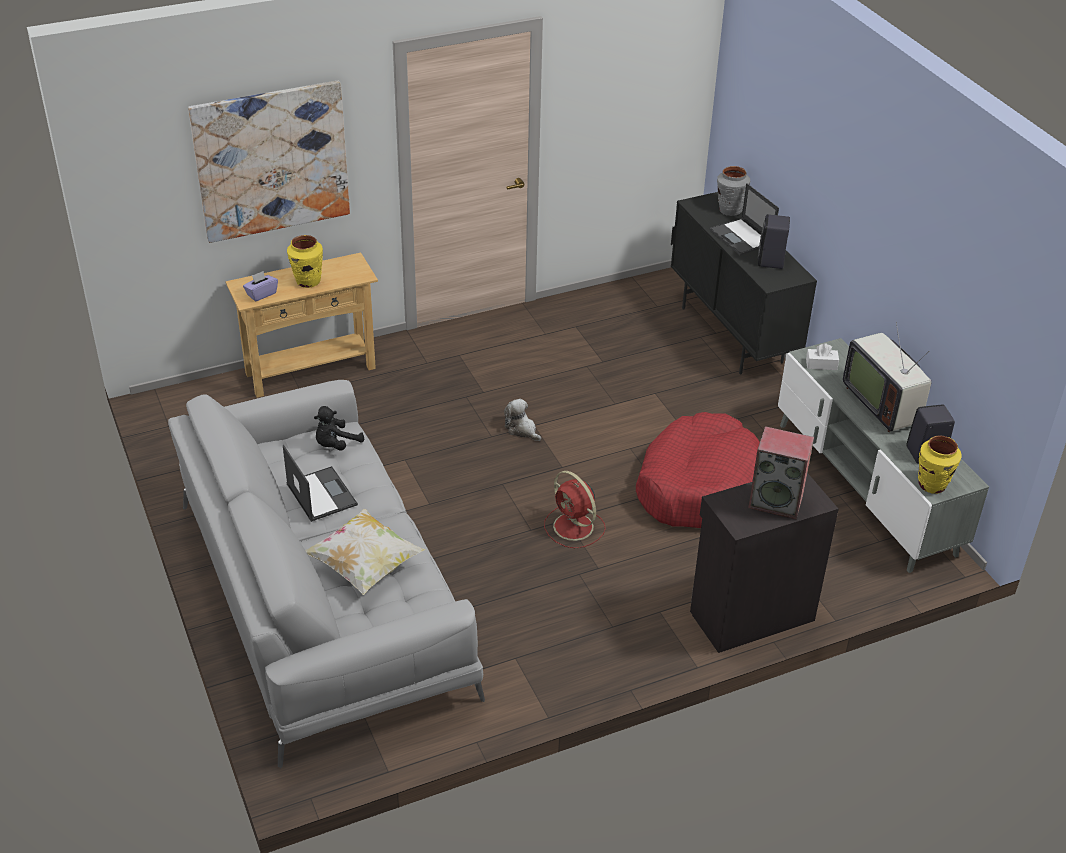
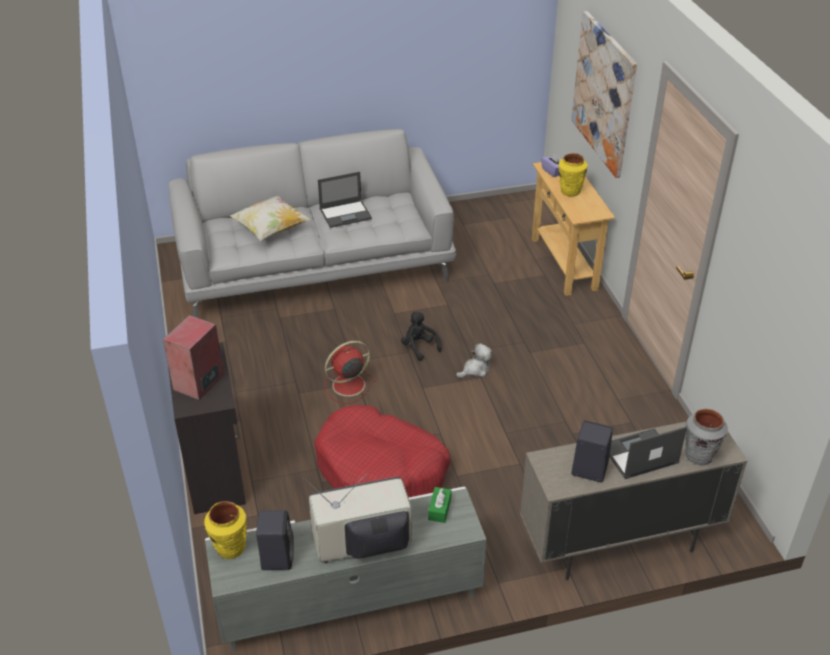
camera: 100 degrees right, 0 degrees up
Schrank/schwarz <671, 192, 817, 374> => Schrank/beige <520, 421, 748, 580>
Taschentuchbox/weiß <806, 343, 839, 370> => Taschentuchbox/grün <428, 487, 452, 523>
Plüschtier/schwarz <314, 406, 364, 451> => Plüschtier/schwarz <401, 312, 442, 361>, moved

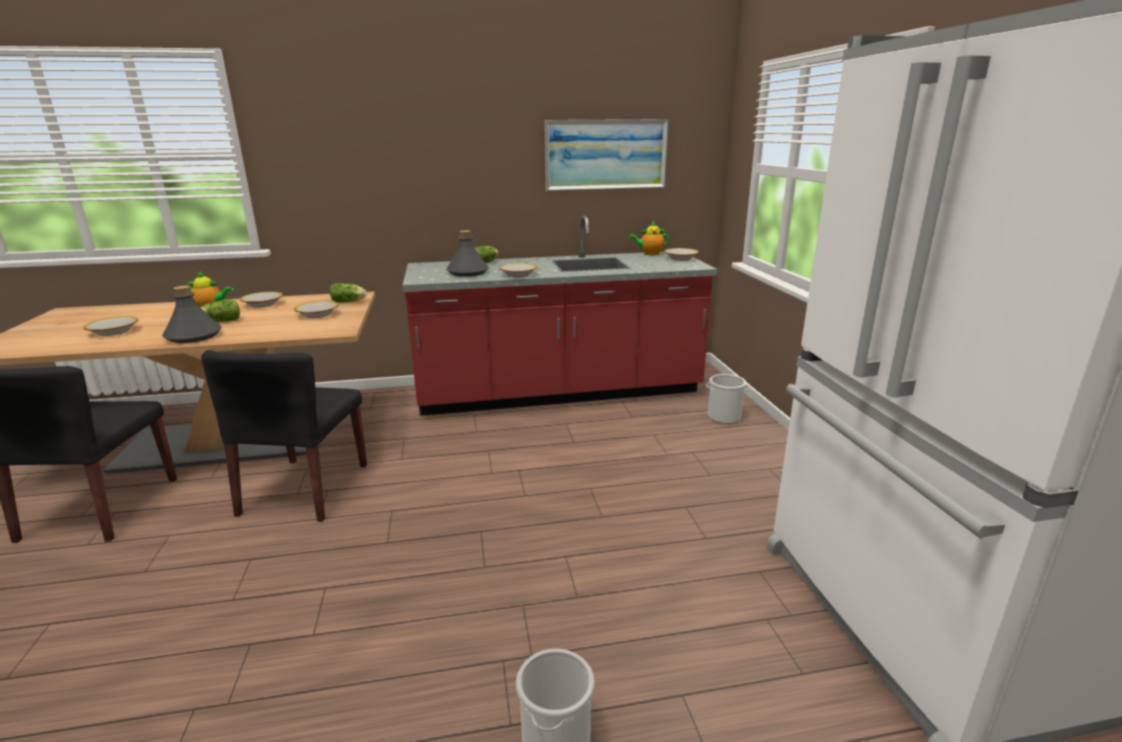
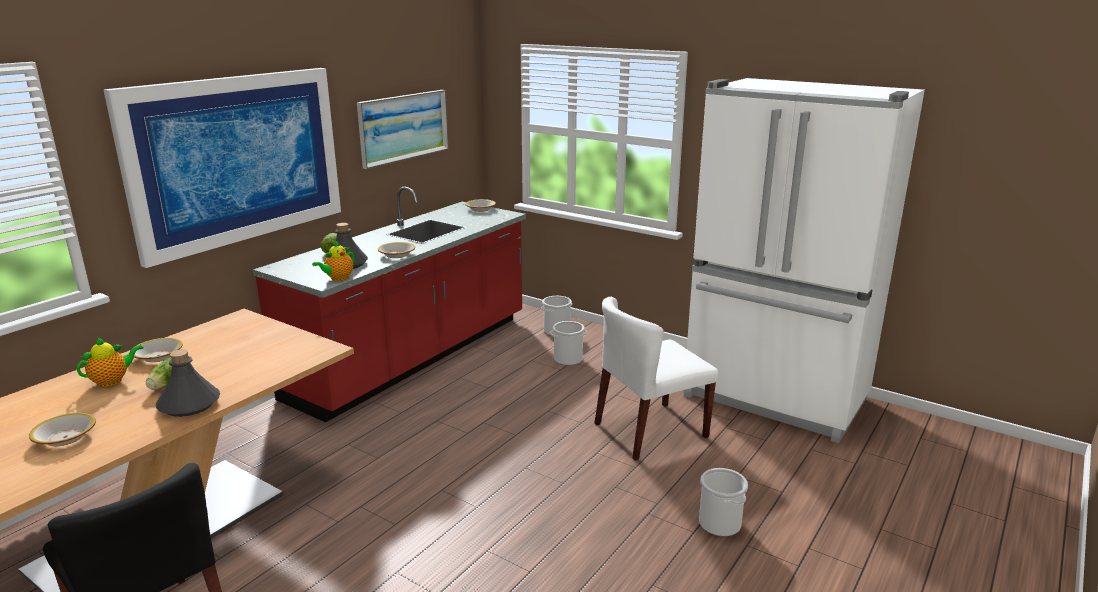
camera: 45 degrees left, 0 degrees up
Teekanne <629, 221, 669, 255> => Teekanne <312, 240, 354, 281>, moved
Salatkopf <330, 283, 366, 303> => nothing
Schüssel <294, 301, 339, 318> => nothing
Stuhl/schwarz <201, 350, 367, 522> => nothing
nothing => Bild <103, 68, 341, 268>
nothing => Stuhl/weiß <594, 297, 719, 461>
nothing => Eimer <550, 321, 587, 366>

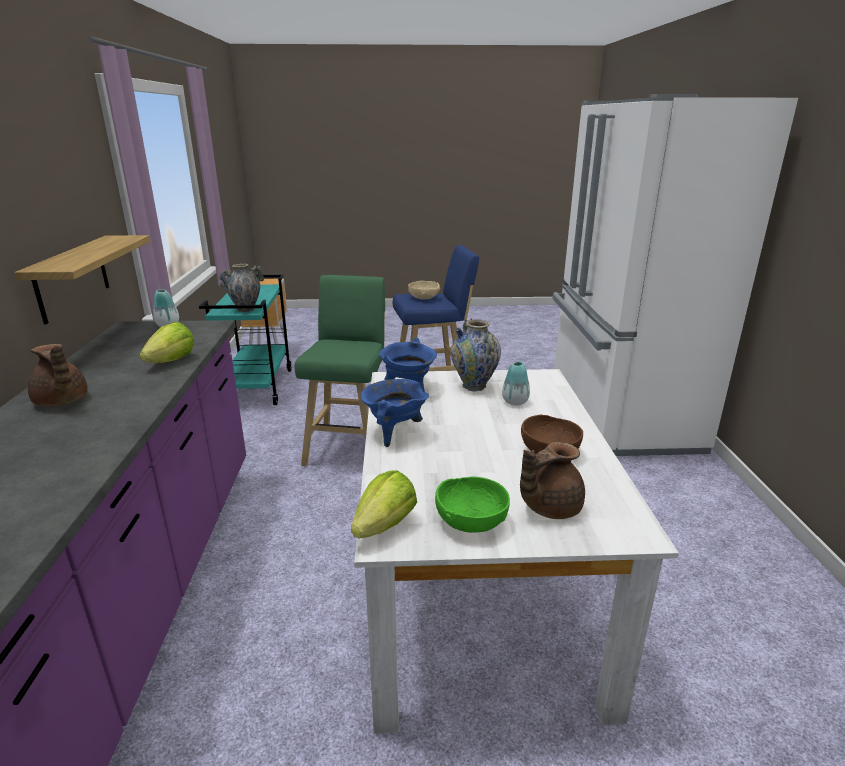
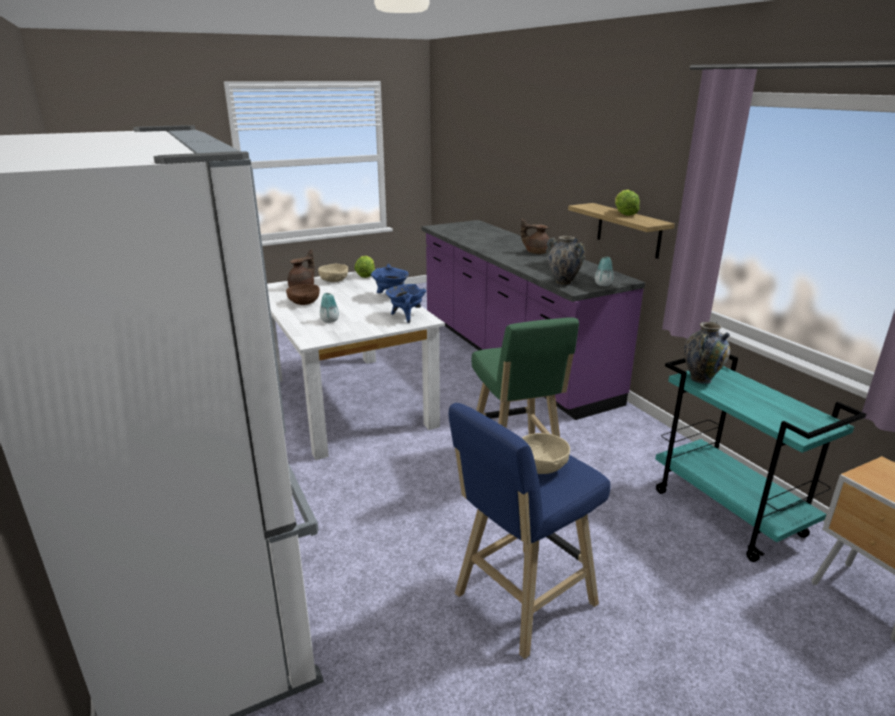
camera: 155 degrees right, 0 degrees up
Vase <451, 319, 501, 391> => Vase <546, 236, 586, 286>, moved
Salatkopf <140, 322, 194, 363> => Salatkopf <615, 190, 640, 216>, moved
Schüssel/grün <435, 477, 510, 533> => Schüssel/beige <318, 264, 348, 282>

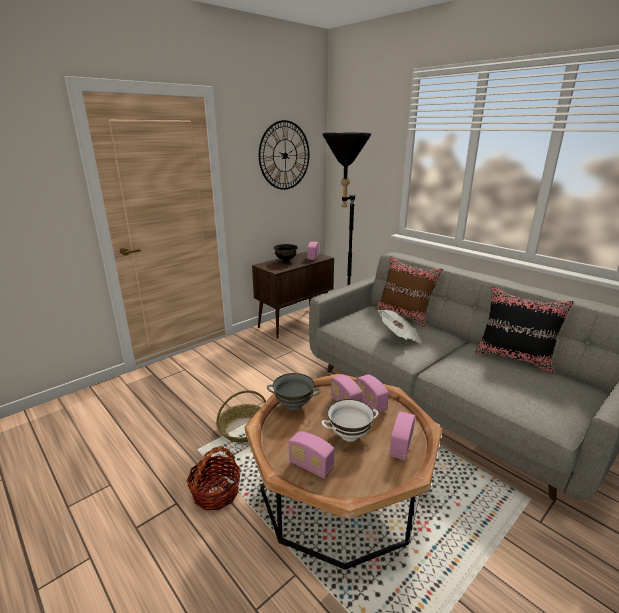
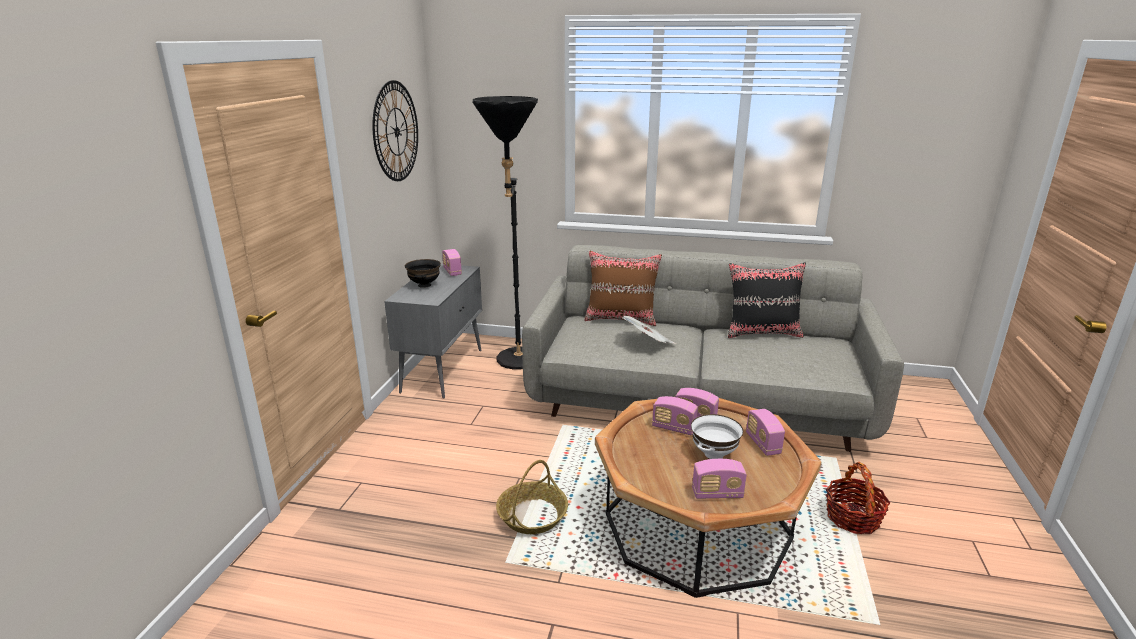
camera: 35 degrees left, 0 degrees up
Schrank/braun <252, 252, 334, 339> => Schrank/grau <384, 264, 482, 399>
Schüssel/grau <267, 373, 321, 411> => nothing
Korb <186, 446, 241, 510> => Korb <826, 462, 890, 534>, moved

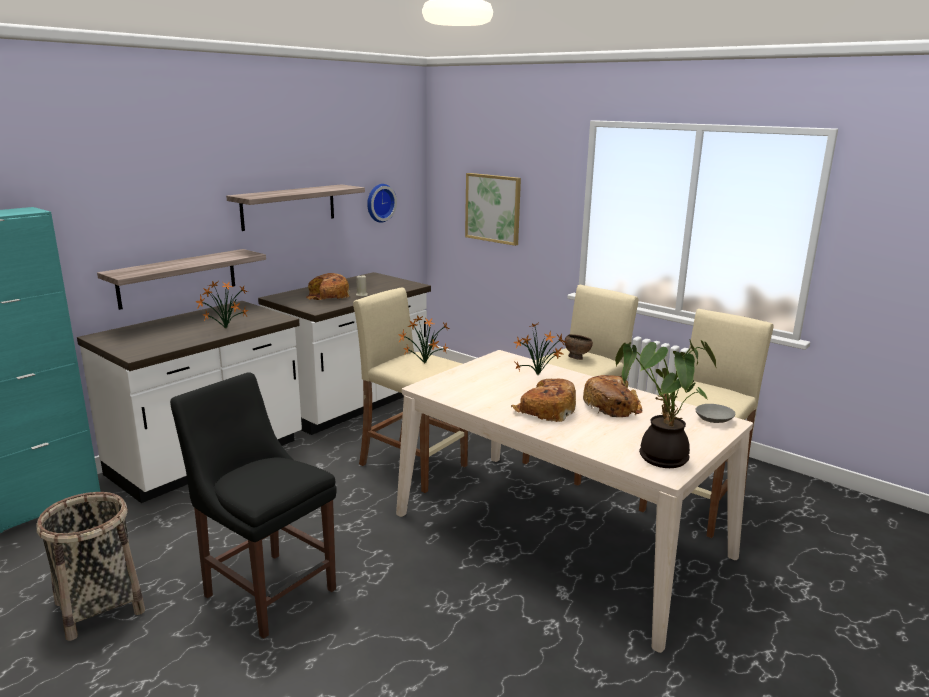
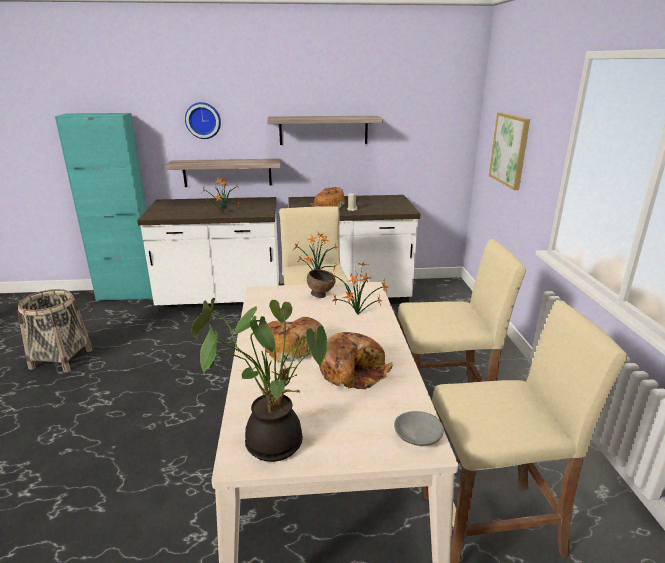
camera: 45 degrees right, 5 degrees up
Wanduhr <367, 184, 397, 223> => Wanduhr <185, 102, 221, 139>, moved
Schüssel/braun <565, 334, 593, 360> => Schüssel/braun <307, 269, 336, 298>, moved
Stuhl/schwarz <170, 372, 337, 639> => nothing

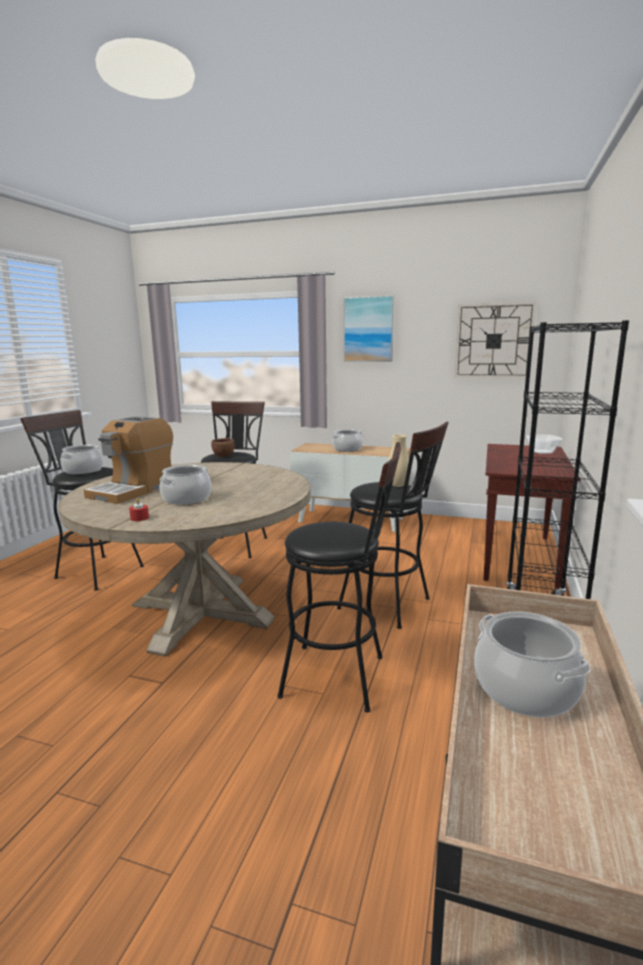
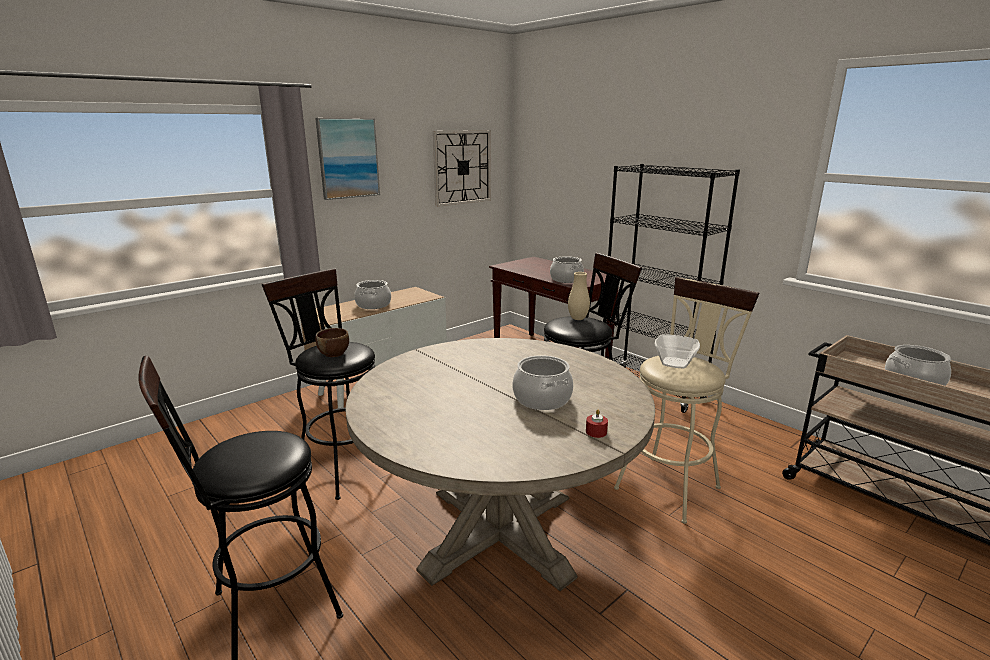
camera: 60 degrees left, 5 degrees up
Kaffeemaschine <84, 416, 173, 504> => nothing
Schüssel <526, 434, 562, 454> => Schüssel <655, 334, 700, 368>, moved
Hocker/schwarz <277, 442, 401, 713> => Hocker/beige <614, 277, 759, 524>
Kochtopf <61, 445, 103, 474> => Kochtopf <550, 256, 584, 283>, moved

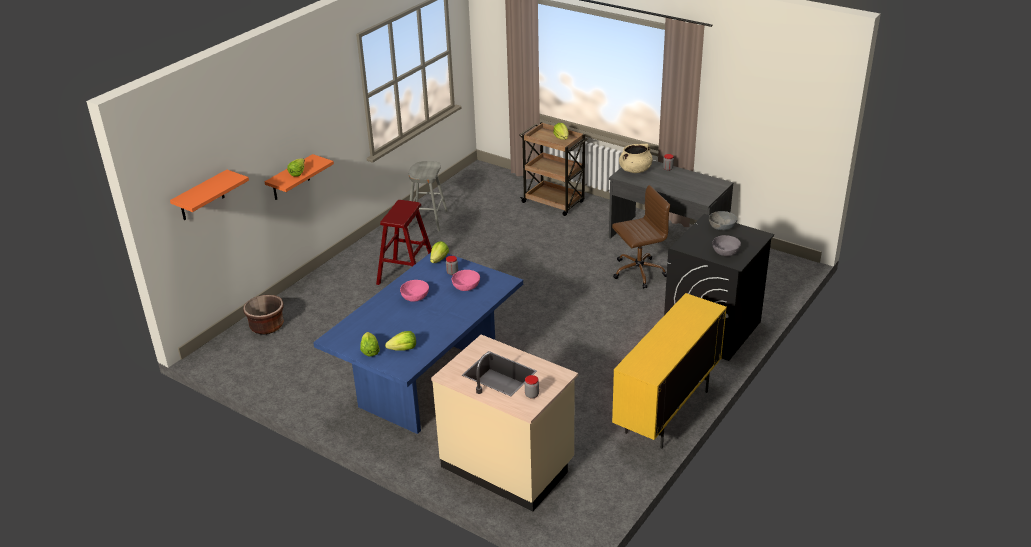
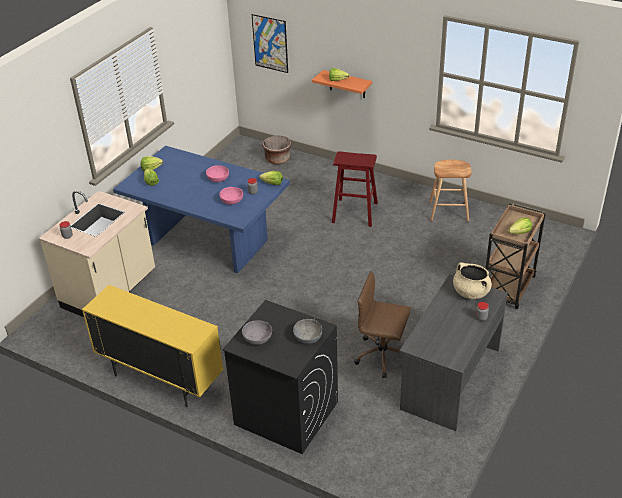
camera: 85 degrees right, 5 degrees up
Hocker/grau <407, 161, 448, 232> => Hocker/braun <429, 159, 471, 221>
Wandregal/orange <170, 170, 249, 220> => Bild <252, 14, 288, 73>
Bürostuhl/braun <612, 185, 670, 289> => Bürostuhl/braun <354, 271, 411, 378>, 135 degrees clockwise

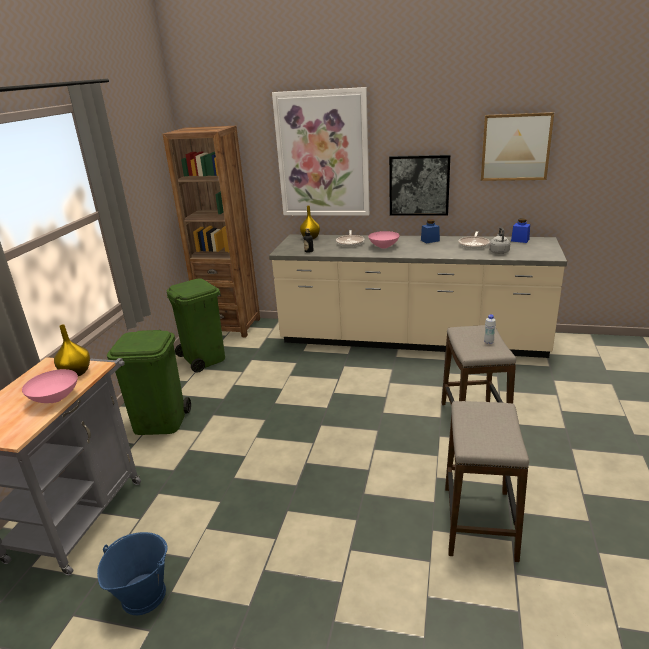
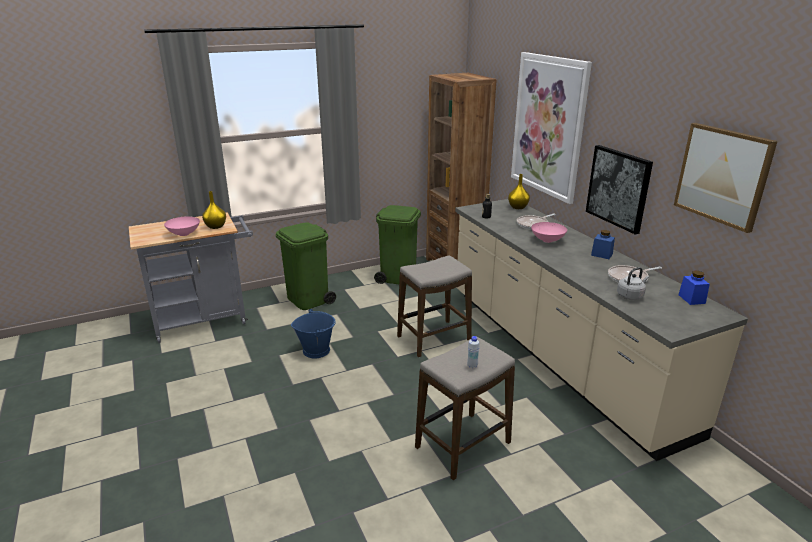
camera: 50 degrees right, 0 degrees up
Hocker <445, 401, 529, 562> => Hocker <397, 256, 472, 357>, moved
Eimer/blau <97, 532, 168, 615> => Eimer/blau <291, 309, 336, 358>, moved

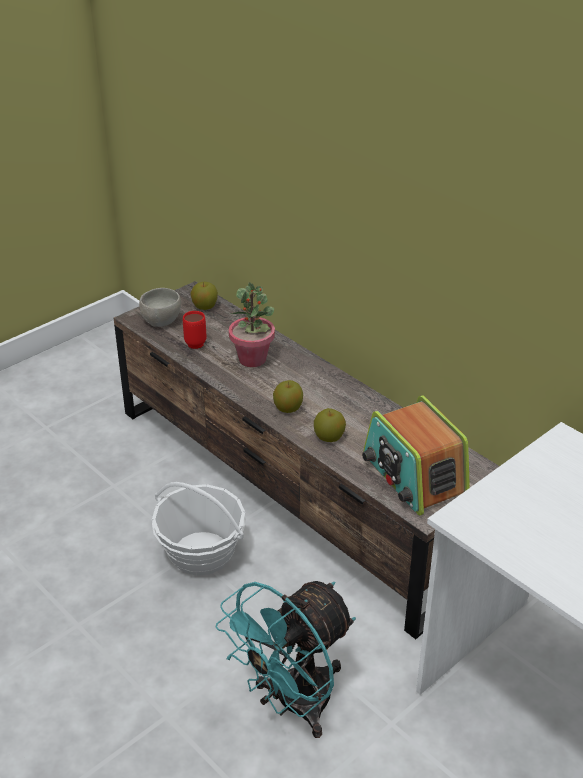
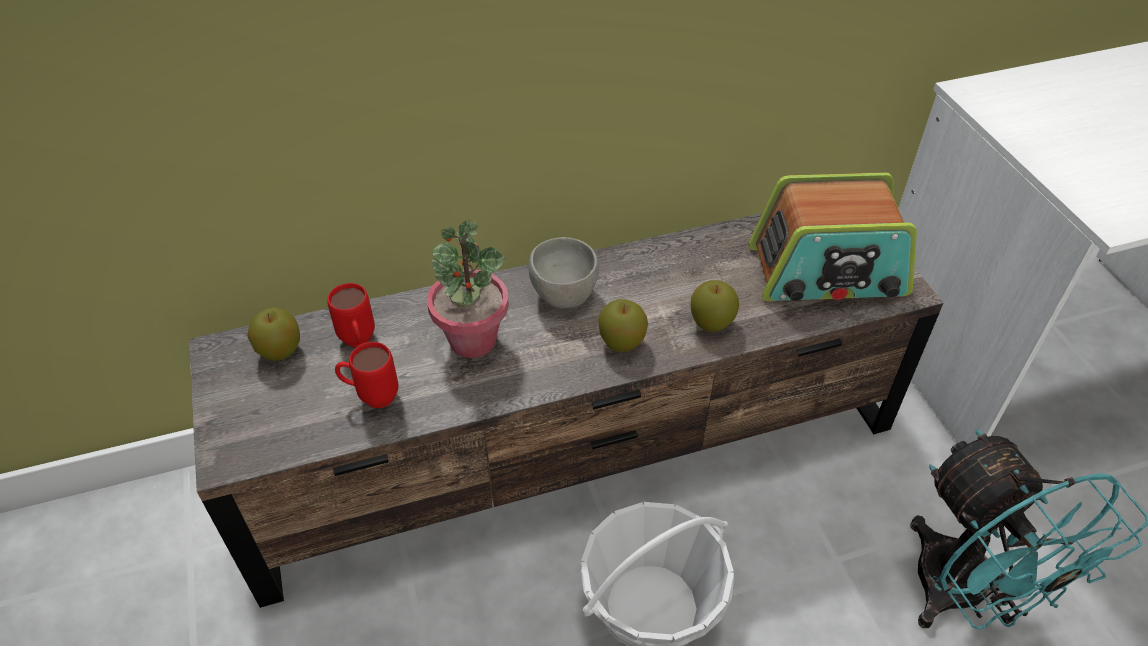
camera: 65 degrees left, 10 degrees up
Schüssel/grau <139, 288, 181, 327> => Schüssel/grau <528, 237, 599, 308>, moved
nothing => Henkelbecher/rot <327, 283, 375, 347>

